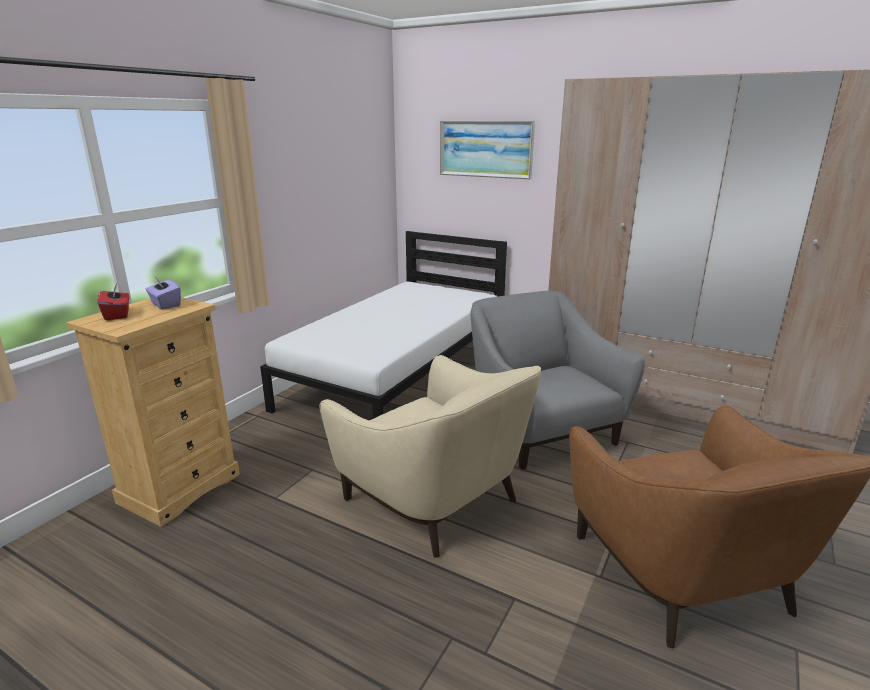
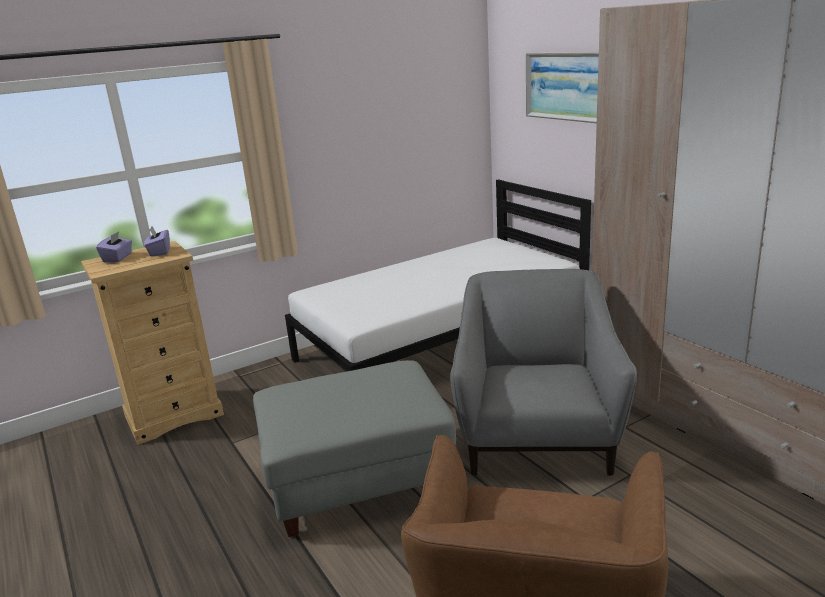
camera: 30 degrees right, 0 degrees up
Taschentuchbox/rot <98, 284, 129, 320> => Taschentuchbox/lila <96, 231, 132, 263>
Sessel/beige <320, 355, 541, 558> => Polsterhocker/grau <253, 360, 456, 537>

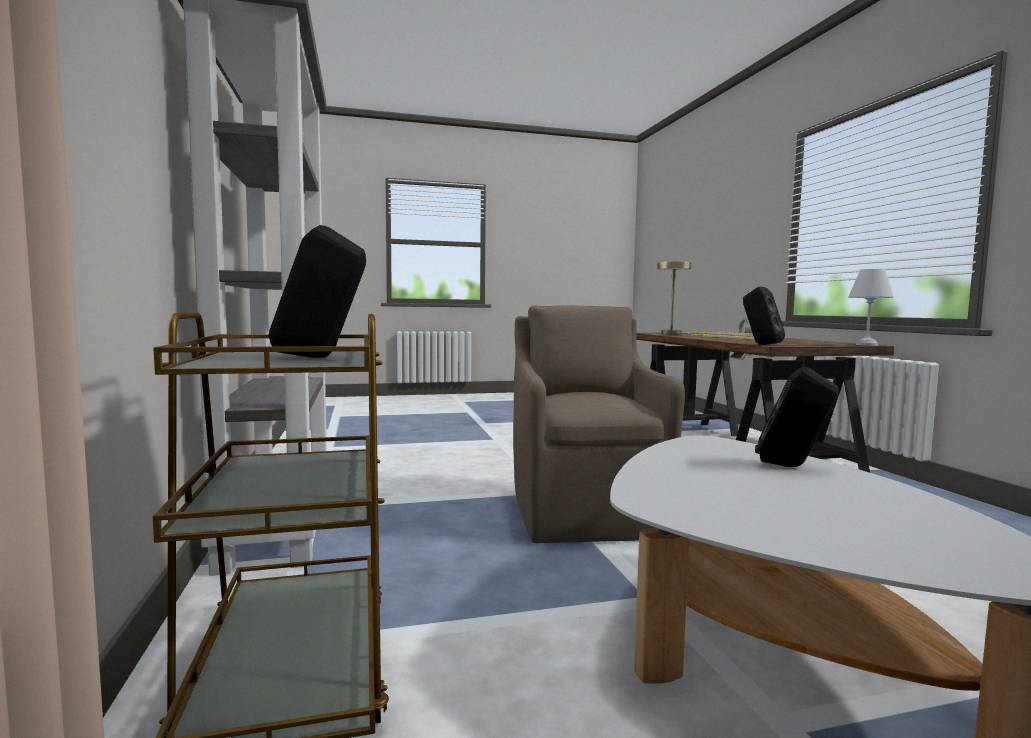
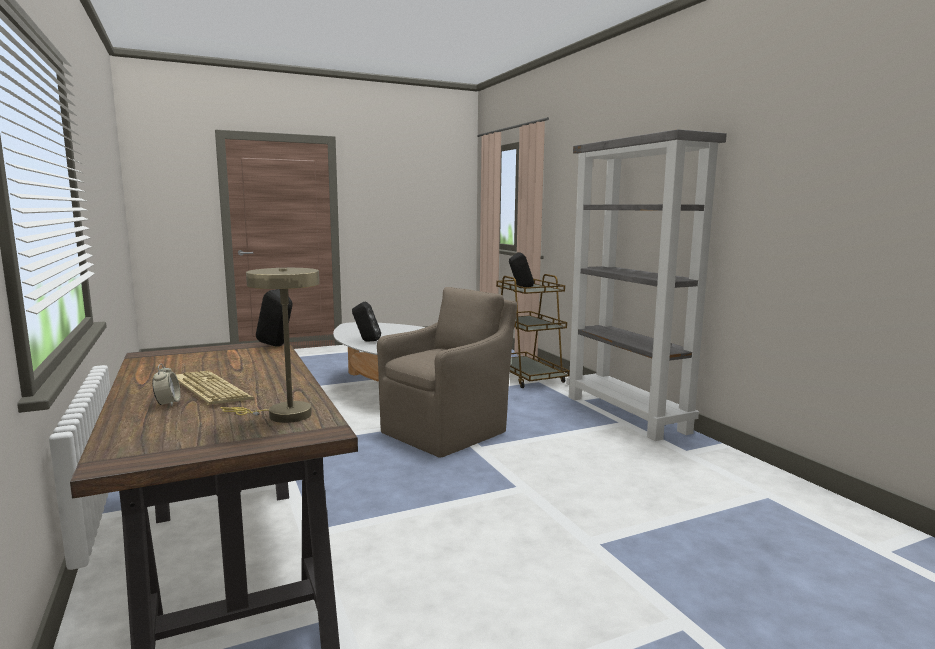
camera: 170 degrees right, 5 degrees up
Tischlampe/weiß <848, 269, 893, 346> => nothing
Sessel/braun <513, 305, 685, 543> => Sessel/braun <377, 287, 517, 458>, 120 degrees counterclockwise

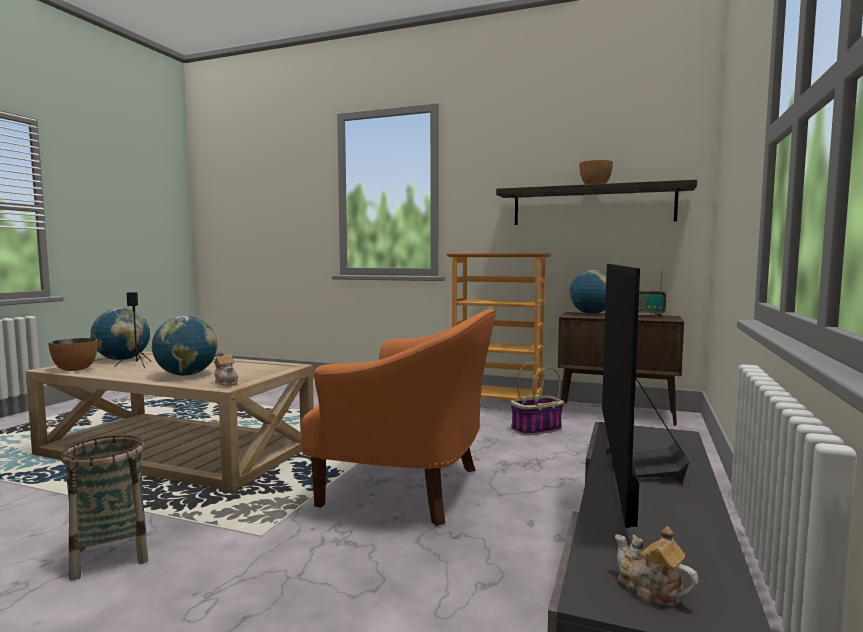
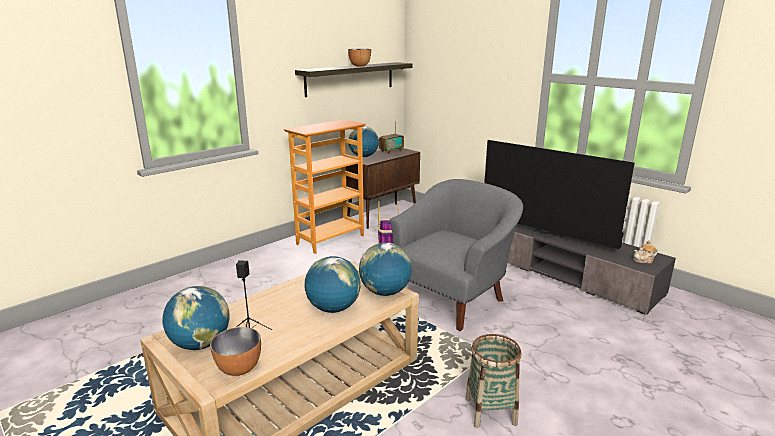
camera: 65 degrees left, 15 degrees up
Sessel/orange <301, 309, 496, 526> => Sessel/grau <390, 179, 523, 331>
Teekanne <214, 350, 238, 386> => Globus <359, 243, 412, 296>

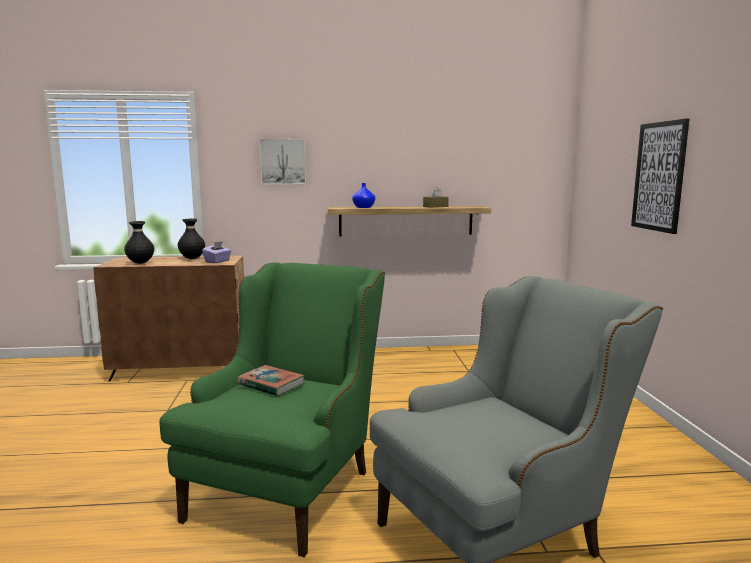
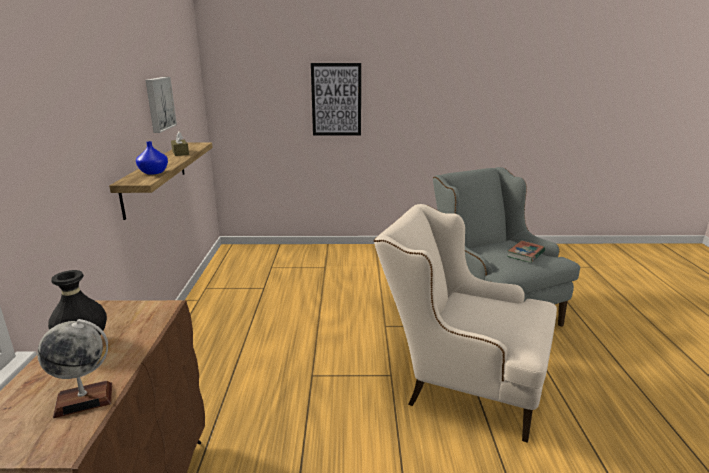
camera: 85 degrees left, 10 degrees up
Bild <260, 139, 306, 184> => Bild <146, 77, 177, 133>, moved
Vase/schwarz <124, 221, 154, 264> => Globus <37, 319, 112, 418>
Taschentuchbox/lila <202, 241, 231, 263> => nothing
Sessel/grün <159, 262, 385, 557> => Sessel/beige <374, 204, 557, 443>
Buch <237, 365, 305, 397> => Buch <507, 240, 545, 263>, moved

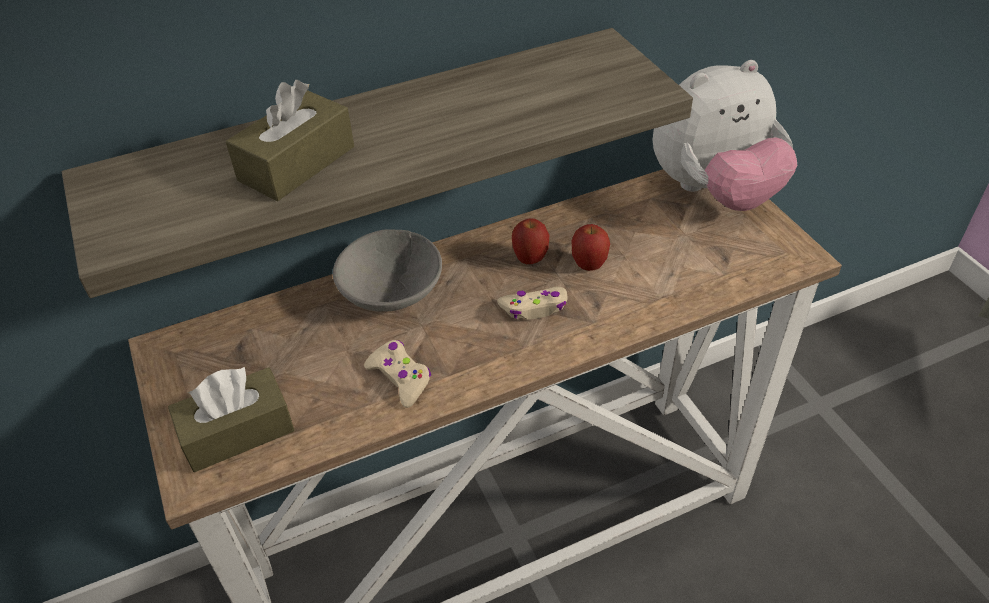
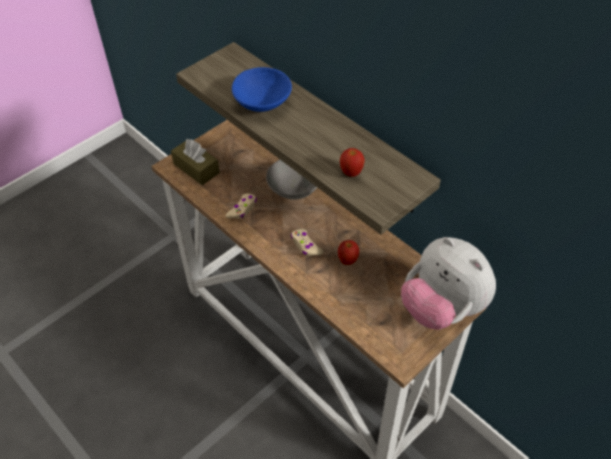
camera: 70 degrees right, 5 degrees up
Taschentuchbox/braun <226, 80, 354, 201> => Schüssel/blau <232, 67, 292, 112>
Apfel <512, 218, 549, 264> => Apfel <340, 148, 365, 177>, moved

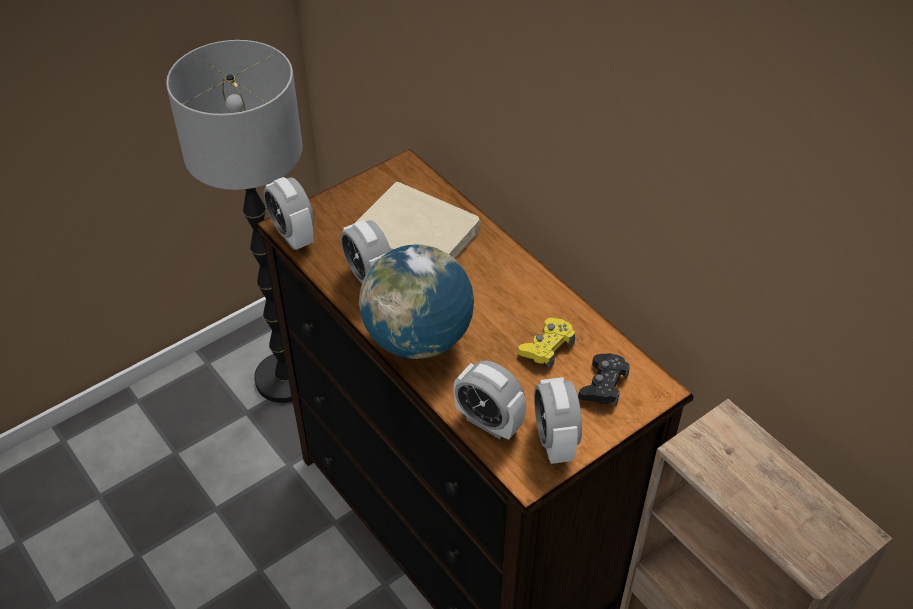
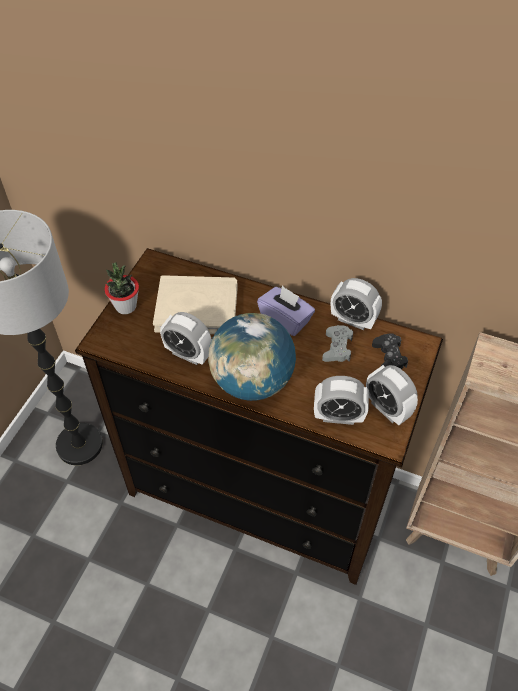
camera: 30 degrees left, 5 degrees up
Wecker <263, 177, 314, 250> => Wecker <331, 278, 382, 330>, moved
Gamepad/gelb <518, 318, 575, 369> => Gamepad/grau <322, 325, 353, 362>
nothing => Topfpflanze <104, 262, 139, 314>
nothing => Taschentuchbox/lila <257, 285, 315, 336>

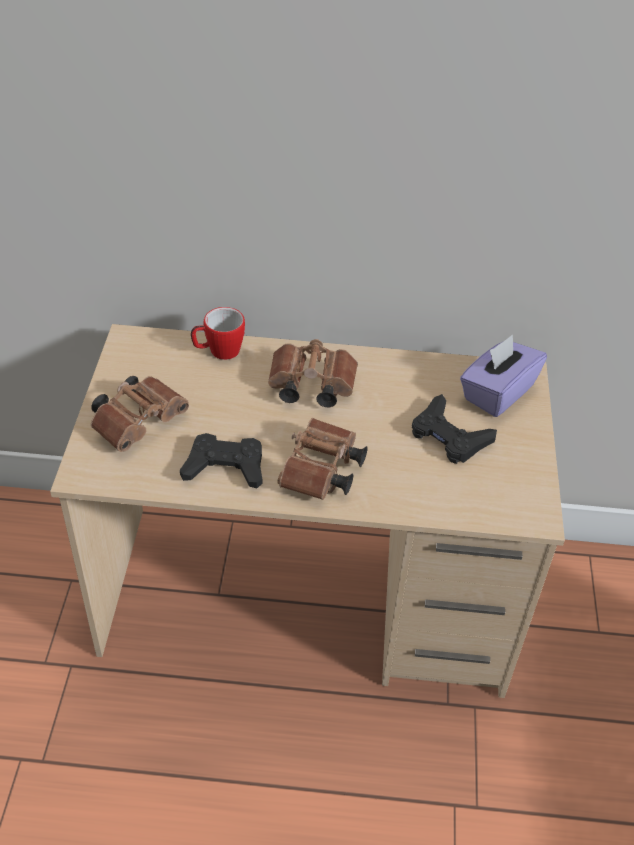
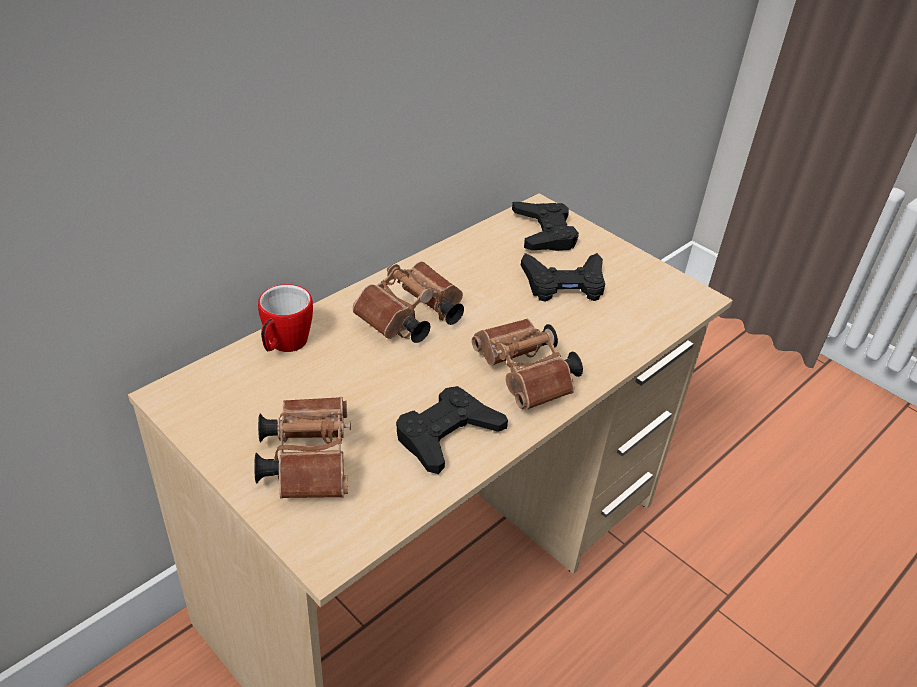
camera: 50 degrees left, 5 degrees down
Taschentuchbox/lila <460, 334, 547, 417> => Gamepad/schwarz <512, 202, 579, 251>

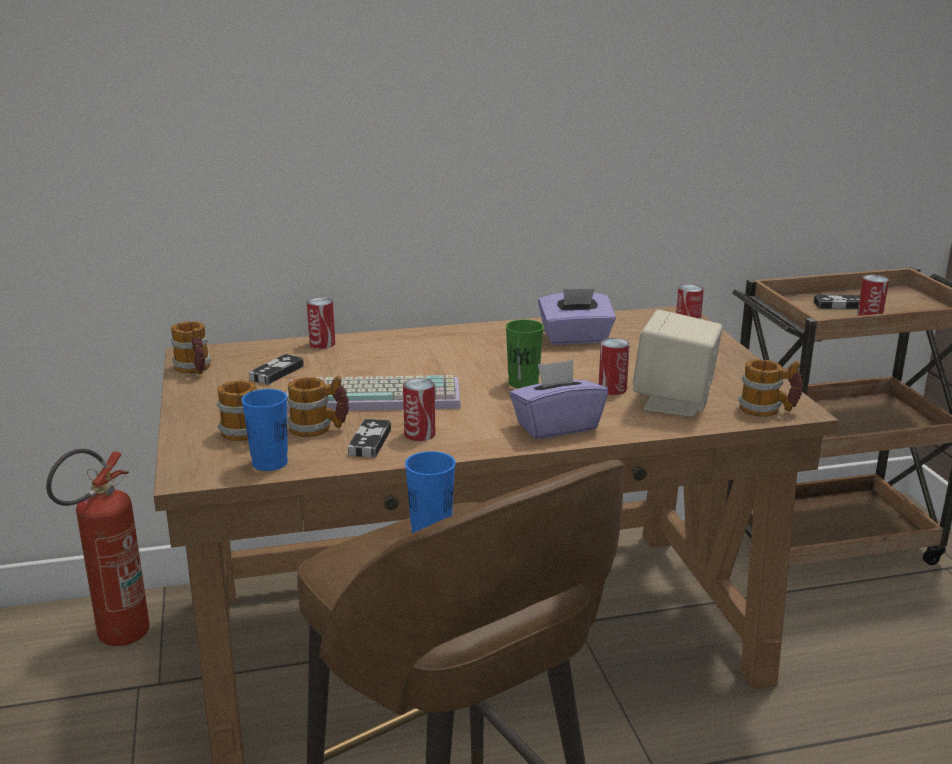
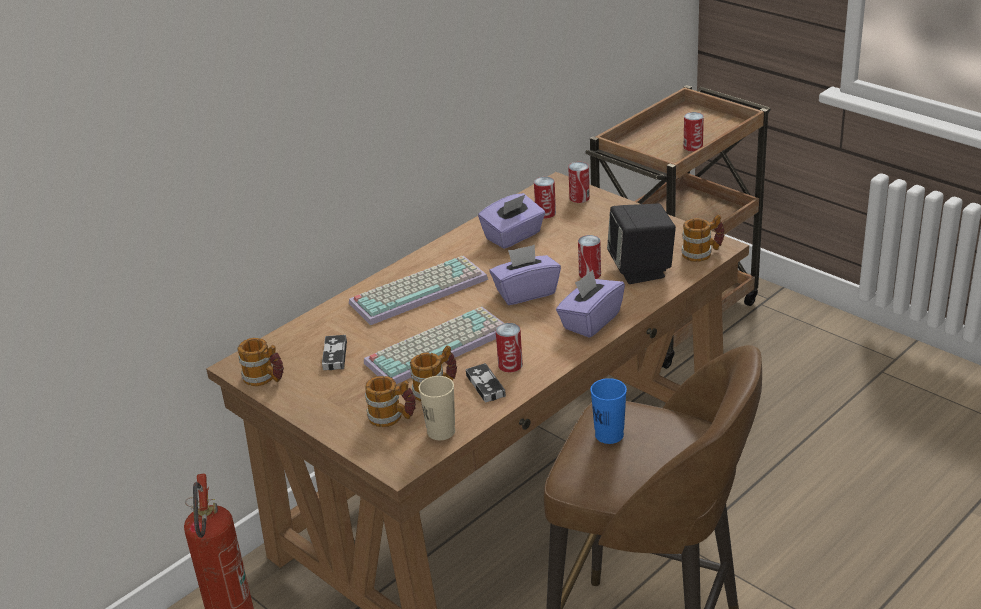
camera: 30 degrees left, 10 degrees up
Gamepad <813, 295, 860, 309> => nothing
Dose <307, 297, 335, 349> => Dose <534, 177, 556, 219>, moved
Lautsprecher/beige <633, 310, 723, 417> => Lautsprecher/schwarz <607, 204, 676, 284>
Tasse/grün <506, 319, 544, 388> => Taschentuchbox/lila <489, 245, 561, 305>
Tasse/blau <241, 389, 288, 471> => Tasse/beige <419, 376, 455, 440>
nothing => Tastatur <349, 256, 488, 325>

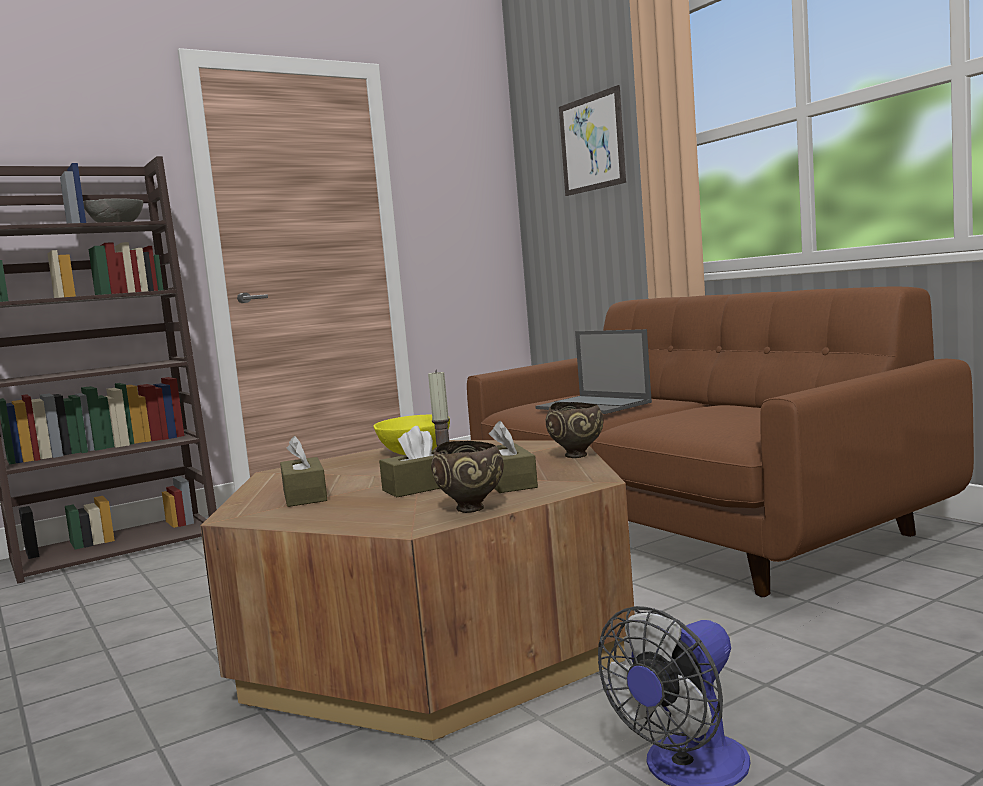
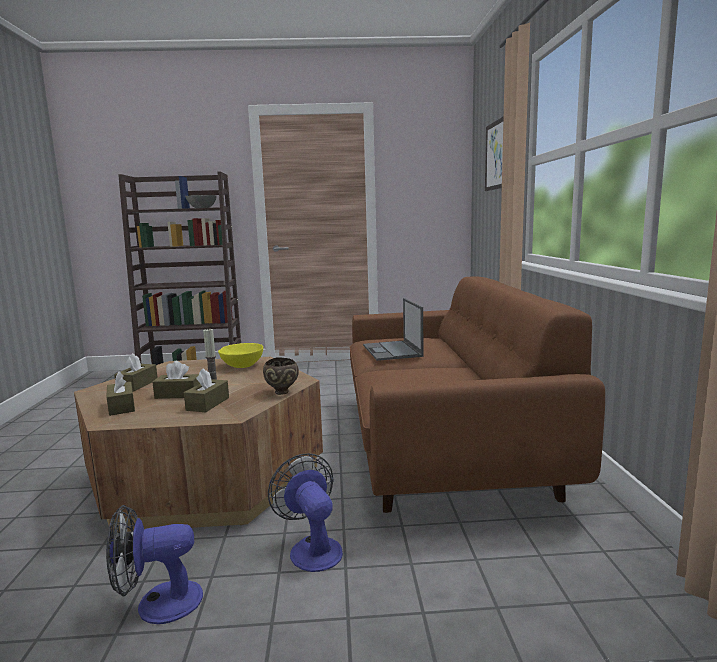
camera: 30 degrees right, 5 degrees up
Schüssel/braun <431, 441, 504, 513> => nothing
nothing => Taschentuchbox/braun <106, 371, 135, 416>
nothing => Ventilator <268, 453, 343, 572>

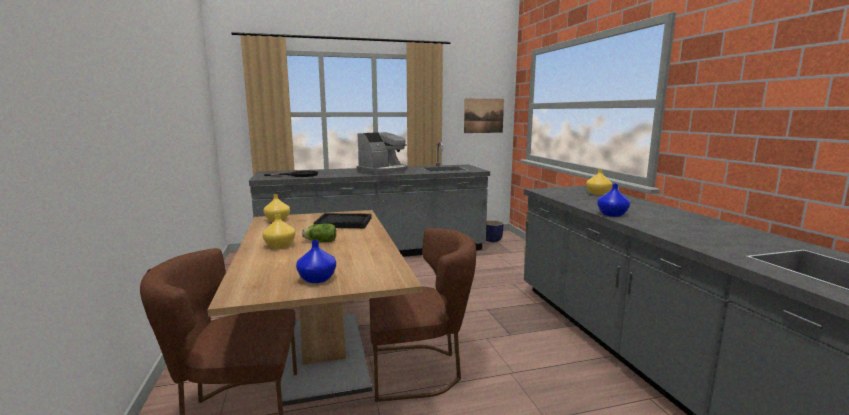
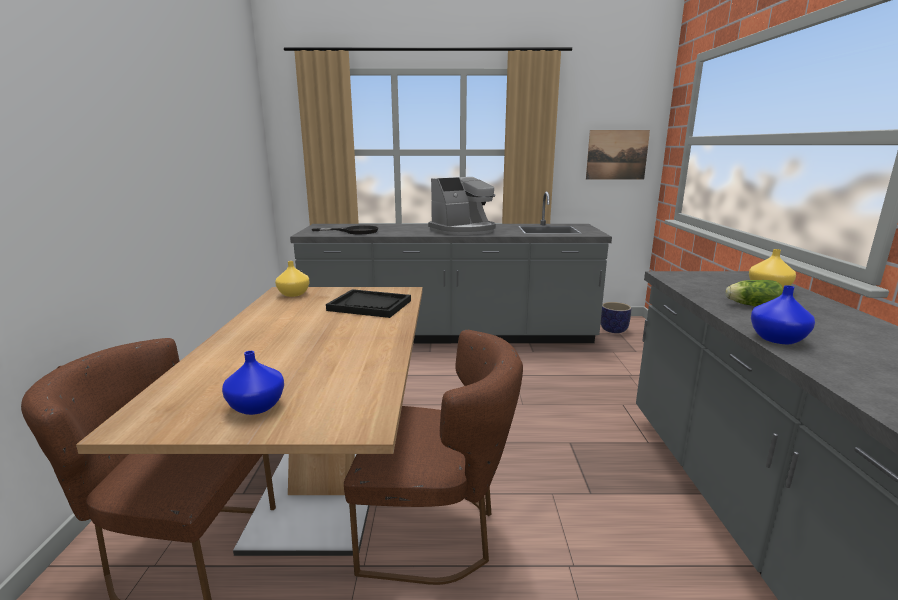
camera: 15 degrees right, 5 degrees up
Vase/gelb <263, 214, 295, 248> => nothing
Salatkopf <302, 223, 336, 242> => Salatkopf <725, 280, 783, 306>, moved

